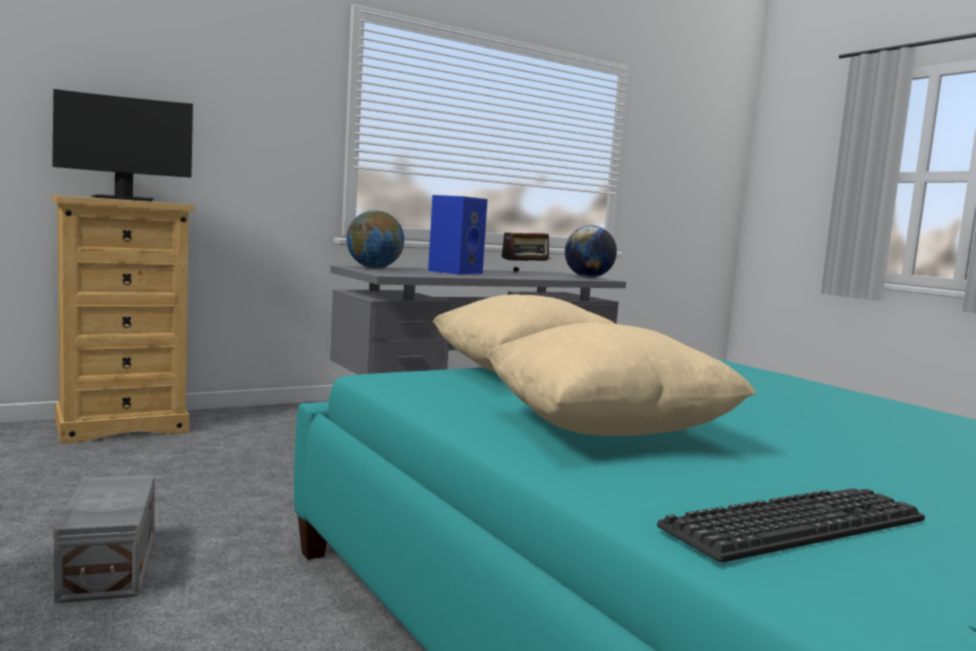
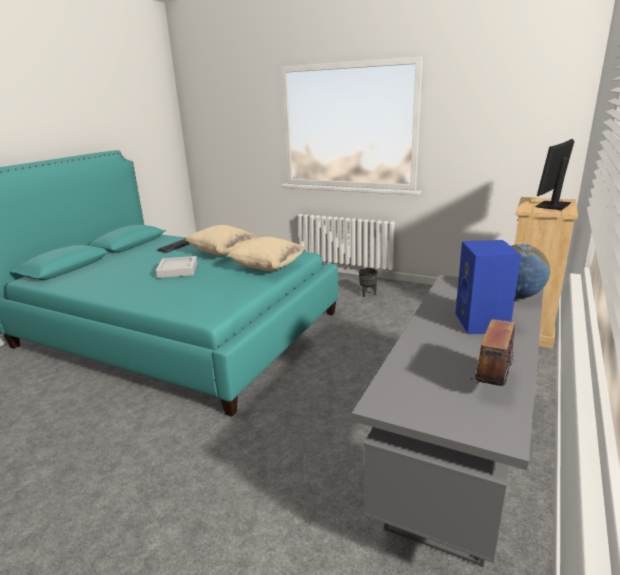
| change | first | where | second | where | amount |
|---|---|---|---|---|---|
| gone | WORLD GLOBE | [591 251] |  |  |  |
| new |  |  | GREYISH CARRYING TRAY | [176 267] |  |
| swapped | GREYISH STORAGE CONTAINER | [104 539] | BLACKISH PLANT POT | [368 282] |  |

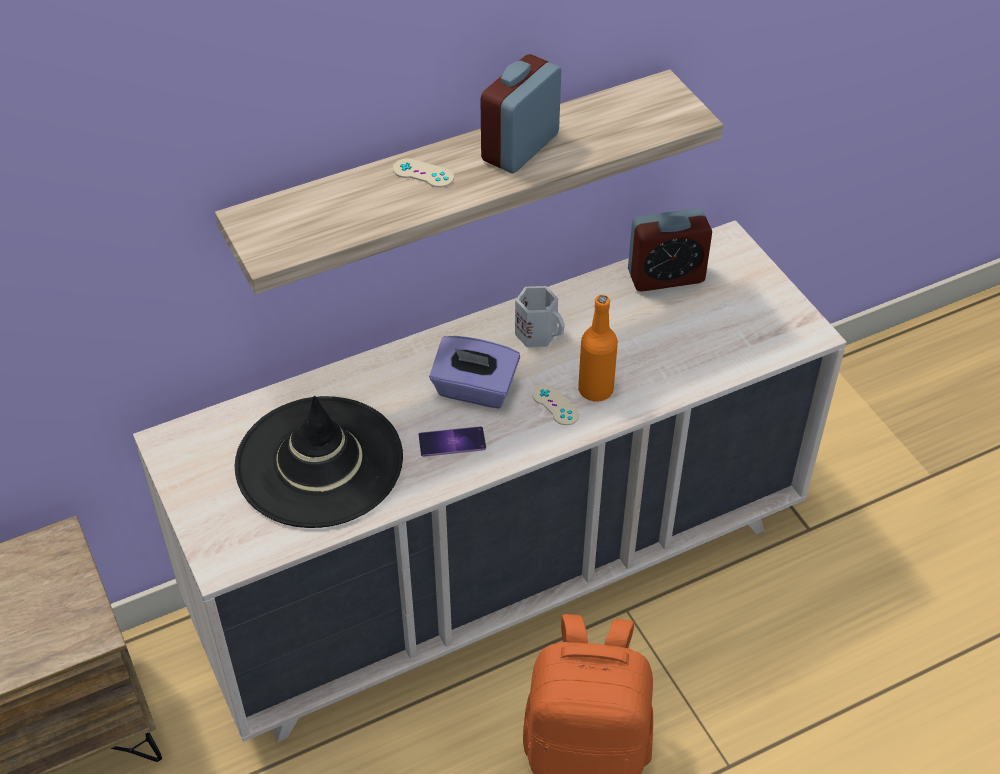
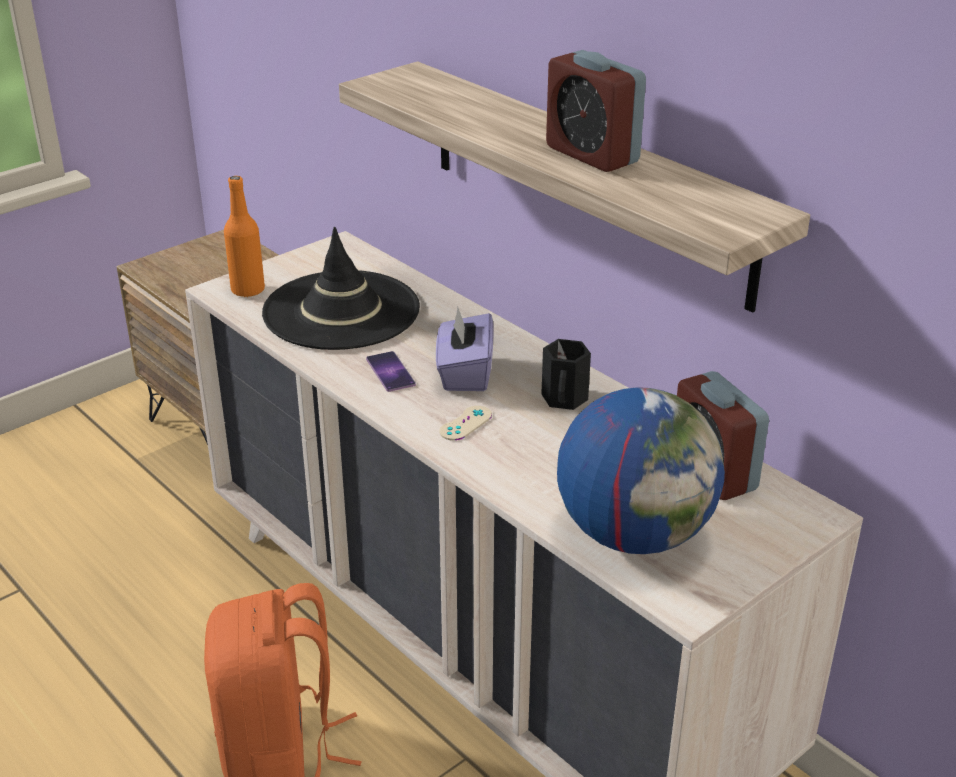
| change | first | where | second | where | amount |
|---|---|---|---|---|---|
| gone | BEIGE-COLOURED GAME CONTROLLER | [423 173] |  |  |  |
| new |  |  | WORLD GLOBE | [641 470] |  |
| shifted | ORANGE BOTTLE | [598 348] |  | [244 237] |  |
| repainted | WHITISH COFFEE MUG | [540 316] | BLACKISH COFFEE MUG | [566 374] |  |
| rotated | TABLE CLOCK | [520 113] |  | [596 111] | 150 degrees counterclockwise |

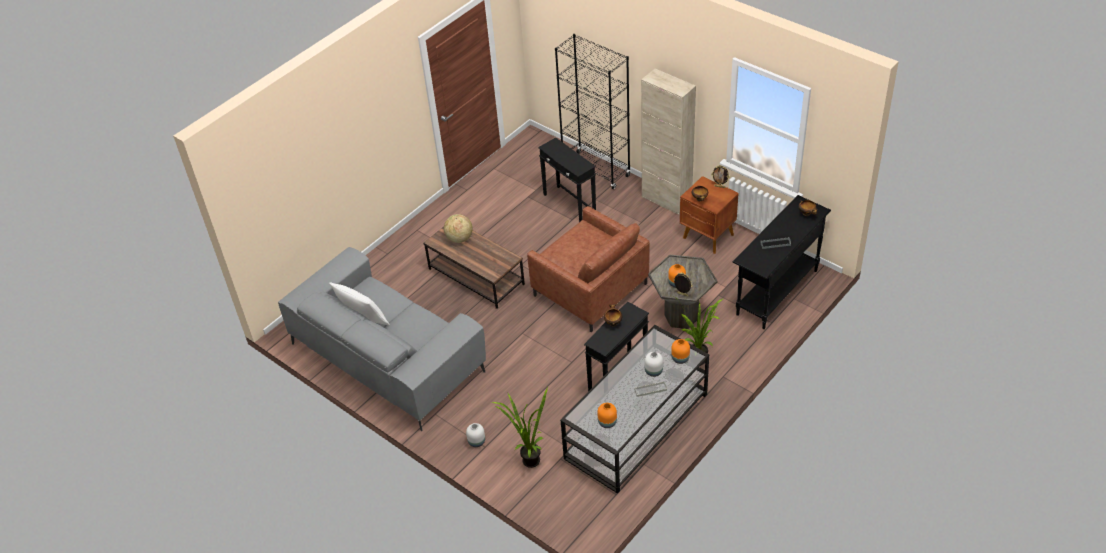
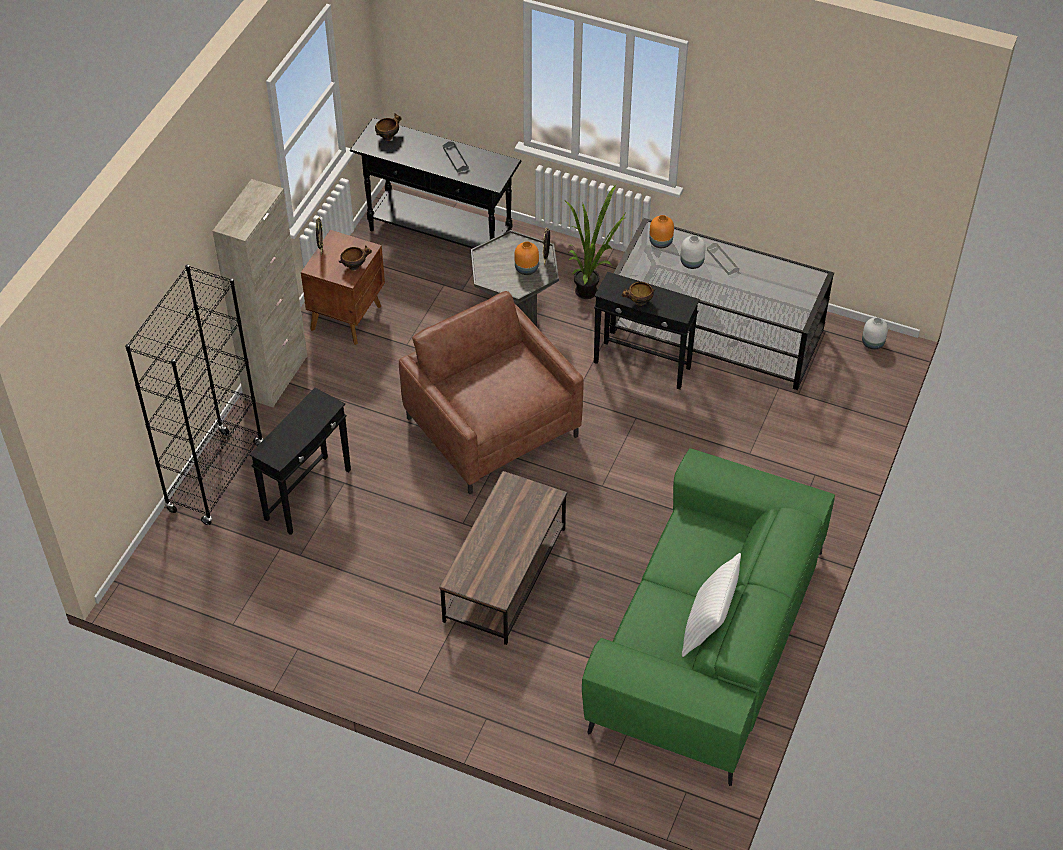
| change | first | where | second | where | amount |
|---|---|---|---|---|---|
| gone | WORLD GLOBE | [458 228] |  |  |  |
| gone | POTTED PLANT | [519 427] |  |  |  |
| gone | ORANGE DECORATIVE VASE | [607 415] |  |  |  |
| shifted | WHITISH DECORATIVE VASE | [475 435] |  | [875 333] |  |
| repainted | GREYISH COUCH | [382 339] | GREEN COUCH | [708 617] |  |
| rotated | BROWNISH ARMCHAIR | [588 269] |  | [491 392] | 60 degrees counterclockwise |

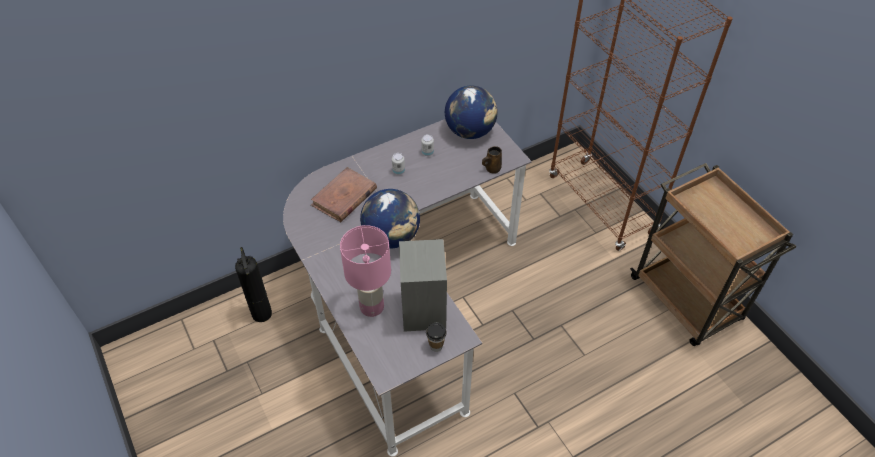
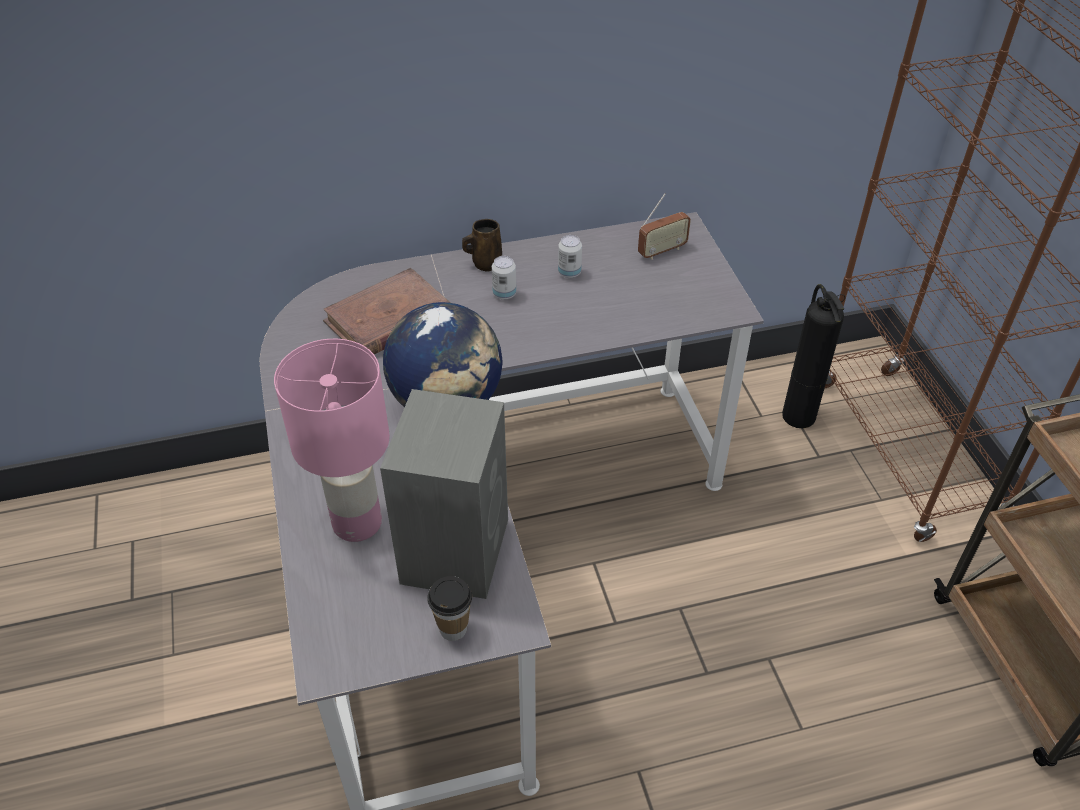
| change | first | where | second | where | amount |
|---|---|---|---|---|---|
| shifted | FIRE-FIGHTING CYLINDER | [253 284] |  | [813 356] |  |
| shifted | BROWNISH COFFEE MUG | [492 160] |  | [482 245] |  |
| swapped | WORLD GLOBE | [471 112] | RADIO RECEIVER | [664 226] |  |

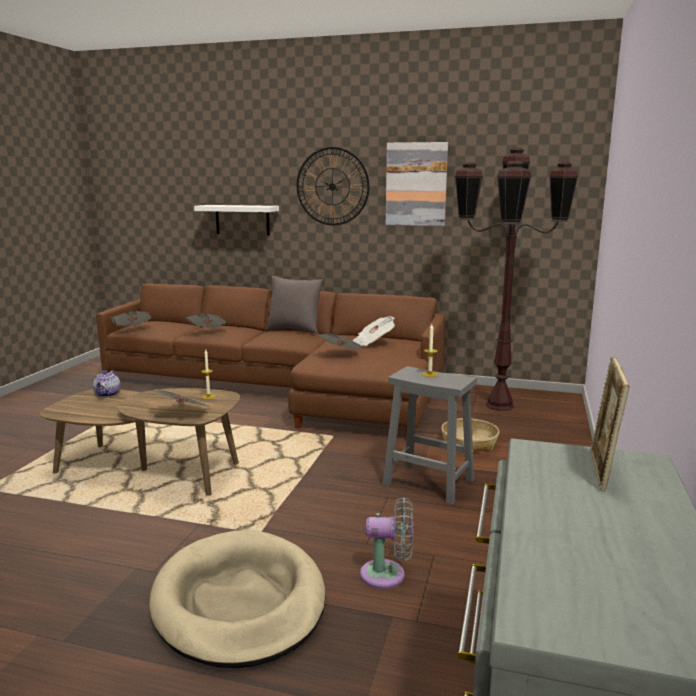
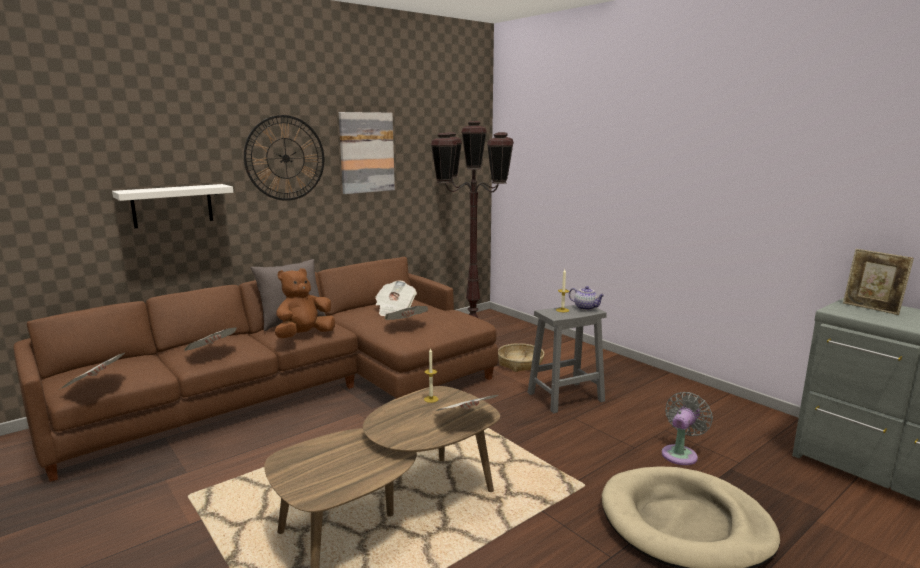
| change | first | where | second | where | amount |
|---|---|---|---|---|---|
| new |  |  | BROWNISH CUDDLY TOY | [305 303] |  |
| shifted | POT FOR TEA | [106 383] |  | [587 298] |  |

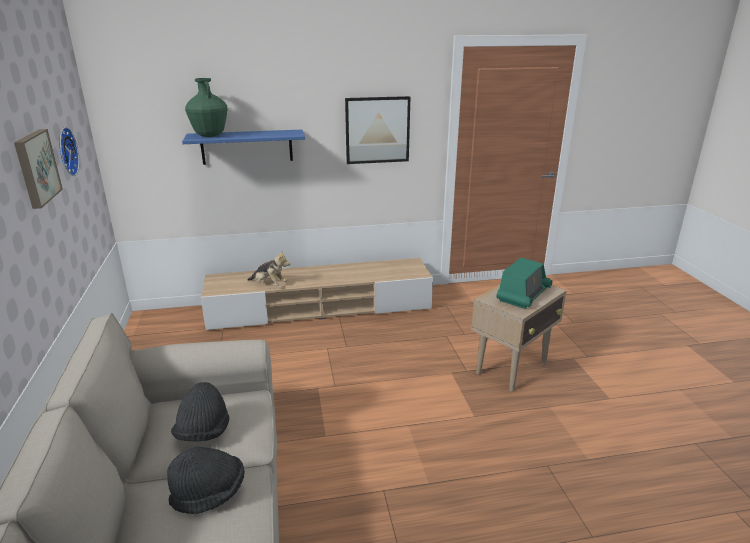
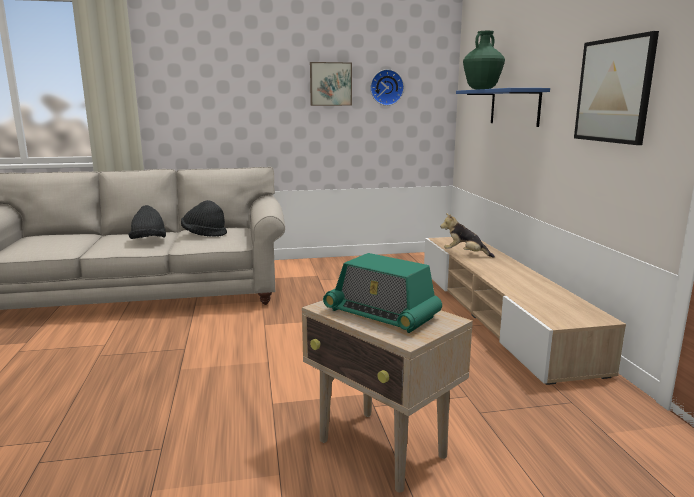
| change | first | where | second | where | amount |
|---|---|---|---|---|---|
| rotated | CUDDLY TOY | [269 268] |  | [467 235] | 90 degrees clockwise |

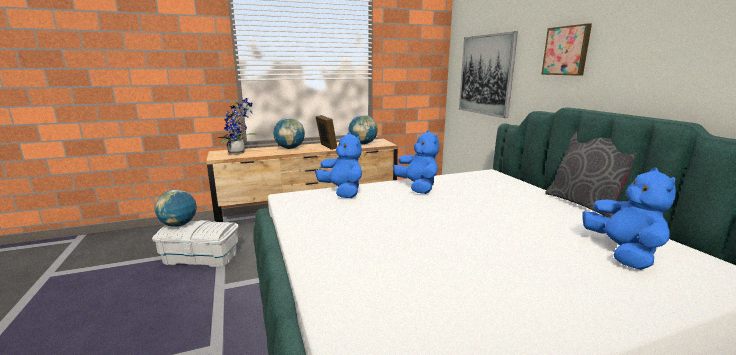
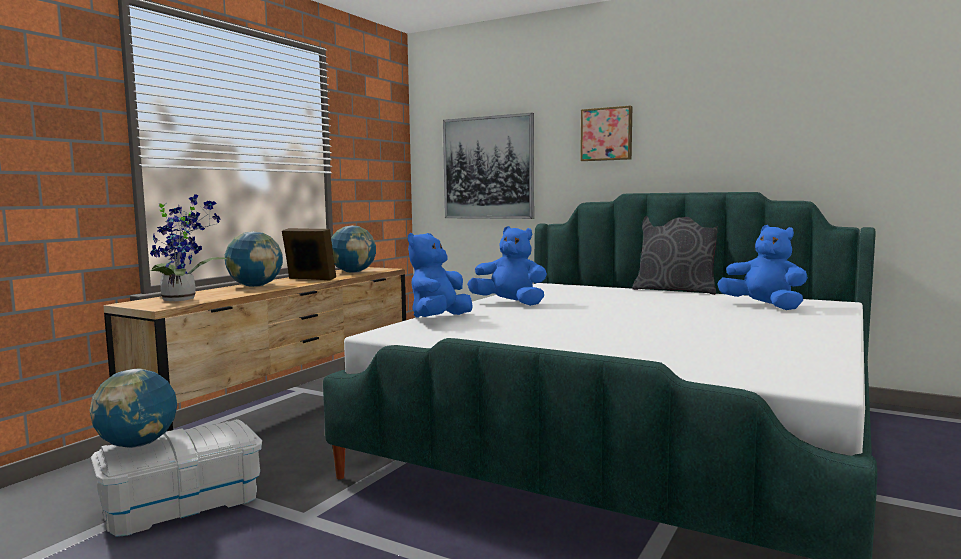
| change | first | where | second | where | amount |
|---|---|---|---|---|---|
| rotated | BLUE-COLOURED CUDDLY TOY | [338 165] |  | [440 275] | 75 degrees counterclockwise |

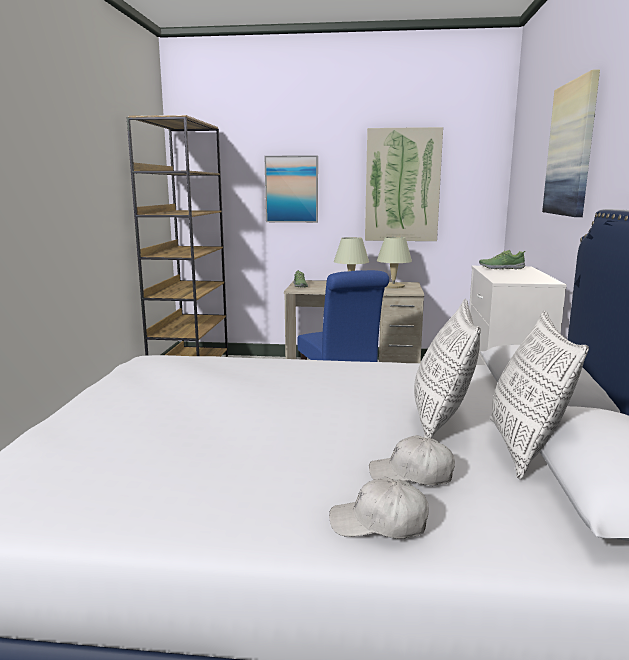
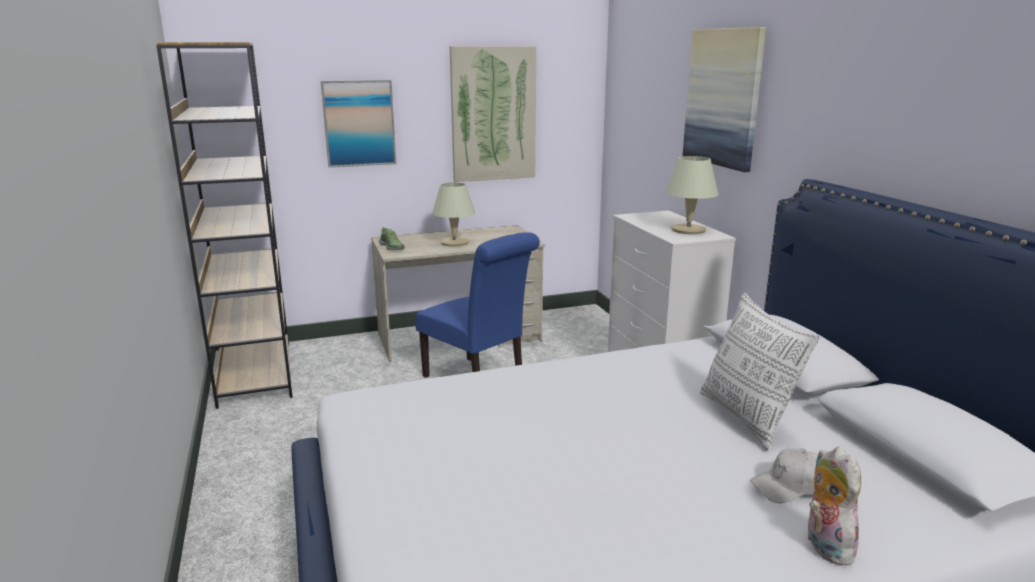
| change | first | where | second | where | amount |
|---|---|---|---|---|---|
| gone | LOW SHOE | [502 259] |  |  |  |
| gone | THROW PILLOW | [539 395] |  |  |  |
| shifted | BEIGE-COLOURED TABLE LAMP | [394 262] |  | [692 195] |  |
| swapped | WHITISH BASEBALL CAP | [379 508] | CUDDLY TOY | [833 506] |  |

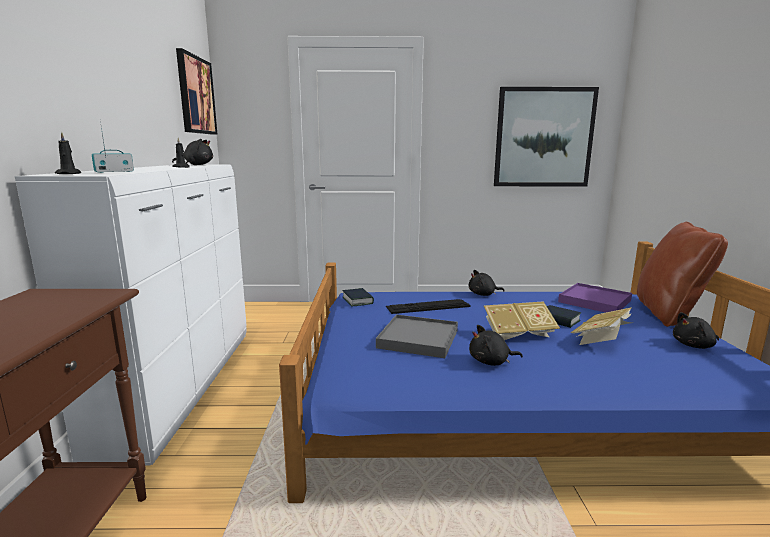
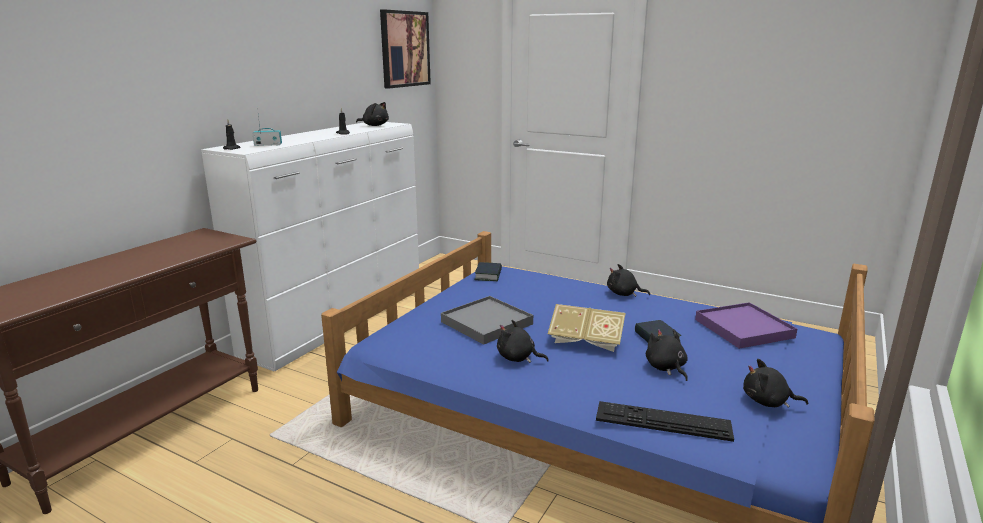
| change | first | where | second | where | amount |
|---|---|---|---|---|---|
| gone | WALL ART | [546 137] |  |  |  |
| gone | BROWNISH THROW PILLOW | [682 274] |  |  |  |
| shifted | COMPUTER KEYBOARD | [428 306] |  | [665 421] |  |
| swapped | BOOK | [601 326] | BLACKISH CUDDLY TOY | [667 355] |  |

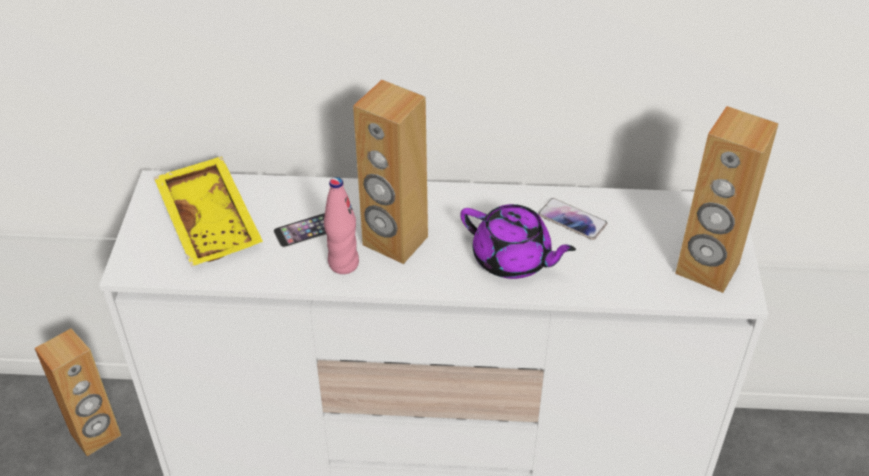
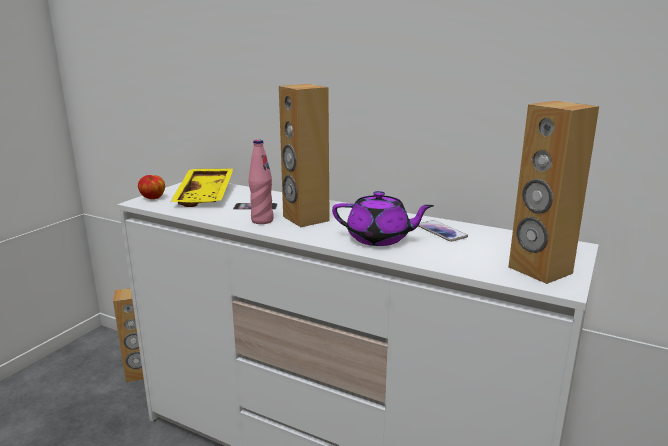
| change | first | where | second | where | amount |
|---|---|---|---|---|---|
| new |  |  | APPLE | [151 187] |  |
| rotated | PURPLE-COLOURED POT FOR TEA | [518 241] |  | [383 218] | 45 degrees counterclockwise |

